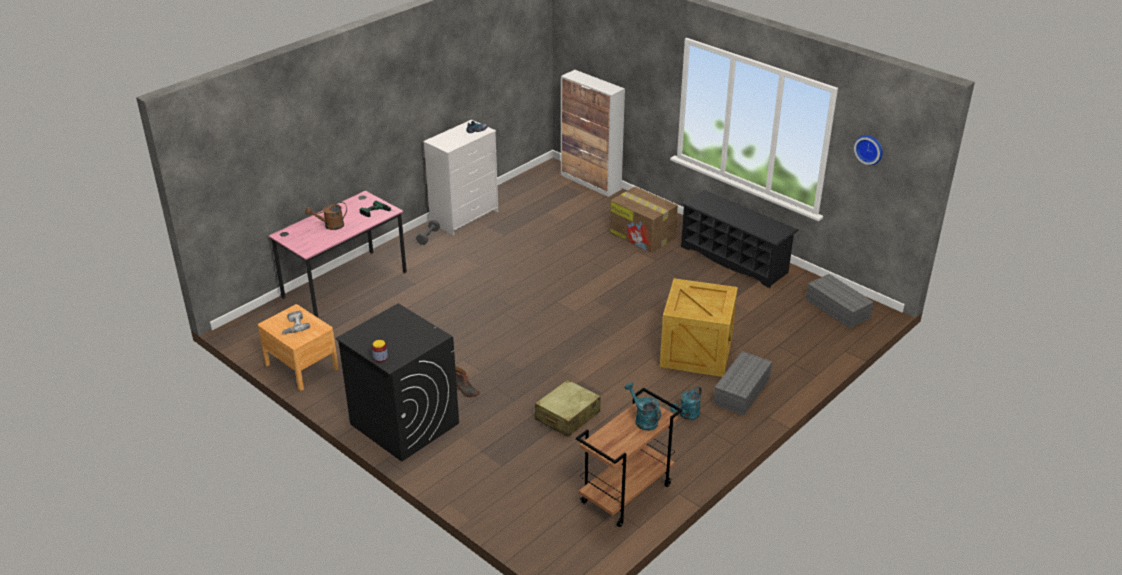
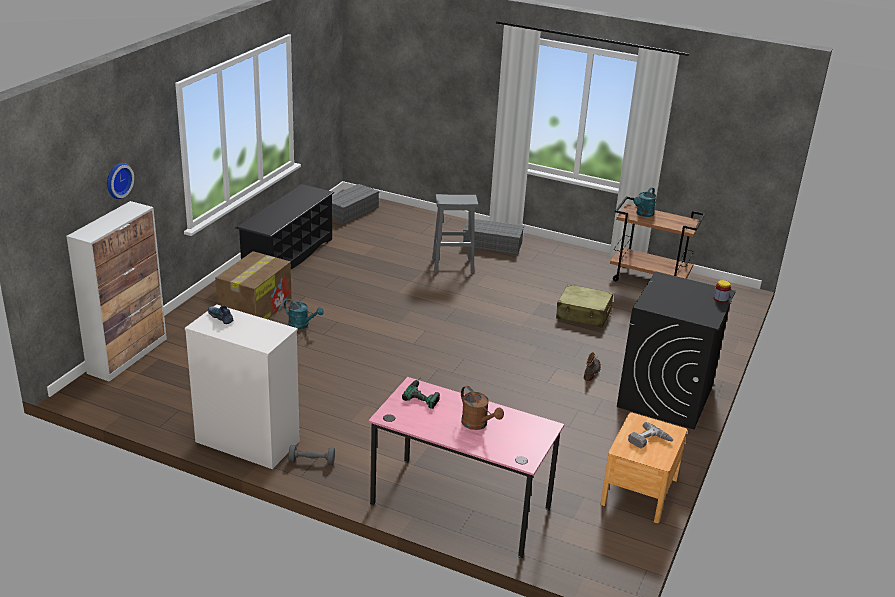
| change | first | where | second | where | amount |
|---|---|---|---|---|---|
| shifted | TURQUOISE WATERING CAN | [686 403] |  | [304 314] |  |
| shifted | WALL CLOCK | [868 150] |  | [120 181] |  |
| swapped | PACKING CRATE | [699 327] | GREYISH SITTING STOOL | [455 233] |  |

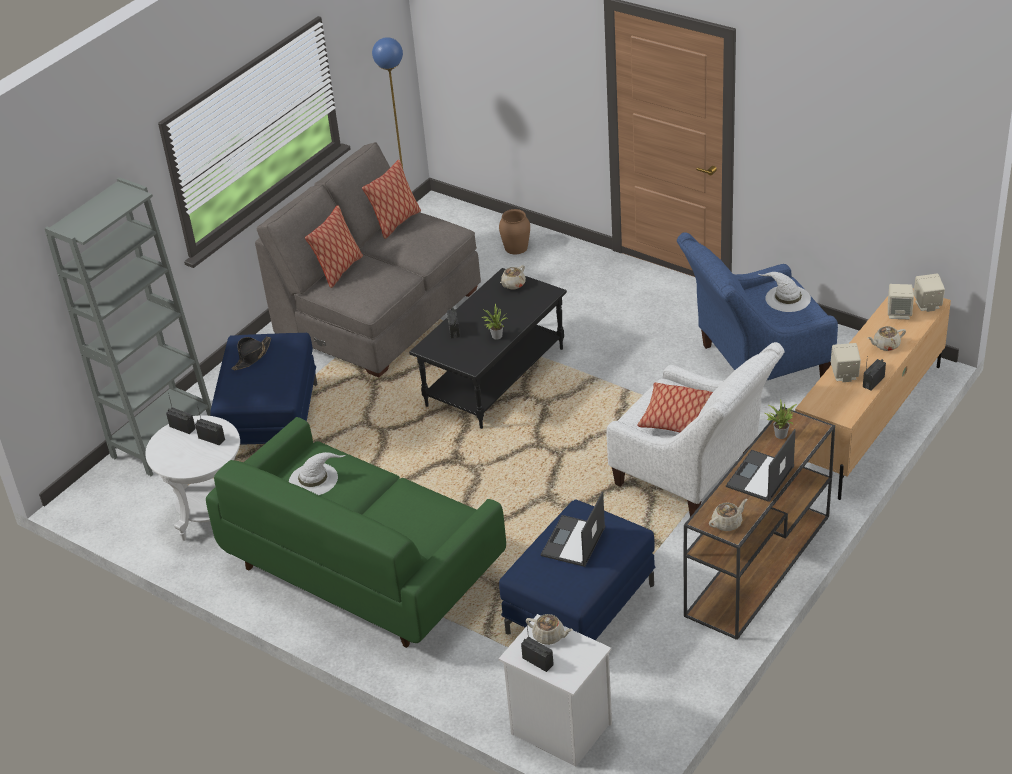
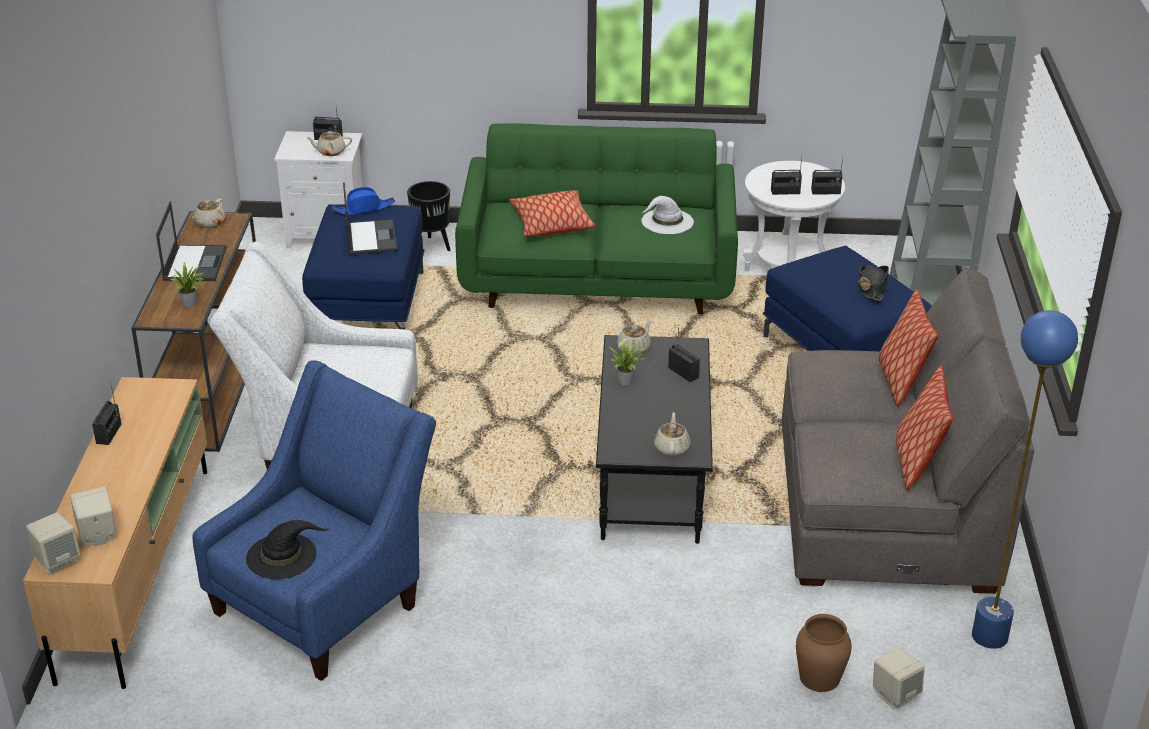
| change | first | where | second | where | amount |
|---|---|---|---|---|---|
| new |  |  | BLUE-COLOURED CLOTHING HAT | [363 201] |  |
| new |  |  | BLACKISH PLANT POT | [428 216] |  |
| shifted | THROW PILLOW | [675 407] |  | [552 213] |  |
| shifted | BEIGE-COLOURED AUDIO SPEAKER | [846 362] |  | [899 678] |  |
| shifted | BEIGE-COLOURED POT FOR TEA | [887 338] |  | [634 337] |  |
| repainted | WHITISH CLOTHING HAT | [785 292] | BLACKISH CLOTHING HAT | [287 549] |  |

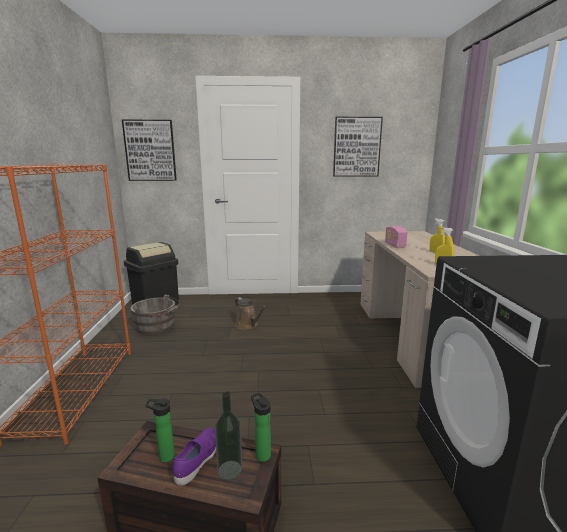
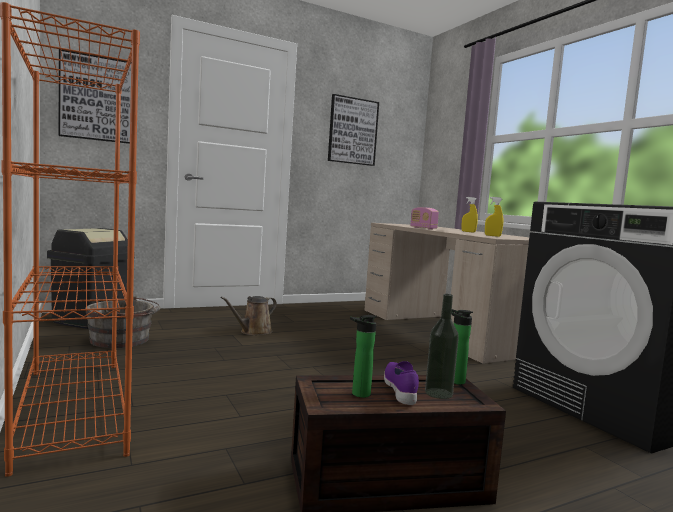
| change | first | where | second | where | amount |
|---|---|---|---|---|---|
| rotated | BROWNISH WATERING CAN | [250 313] |  | [249 315] | 105 degrees clockwise |

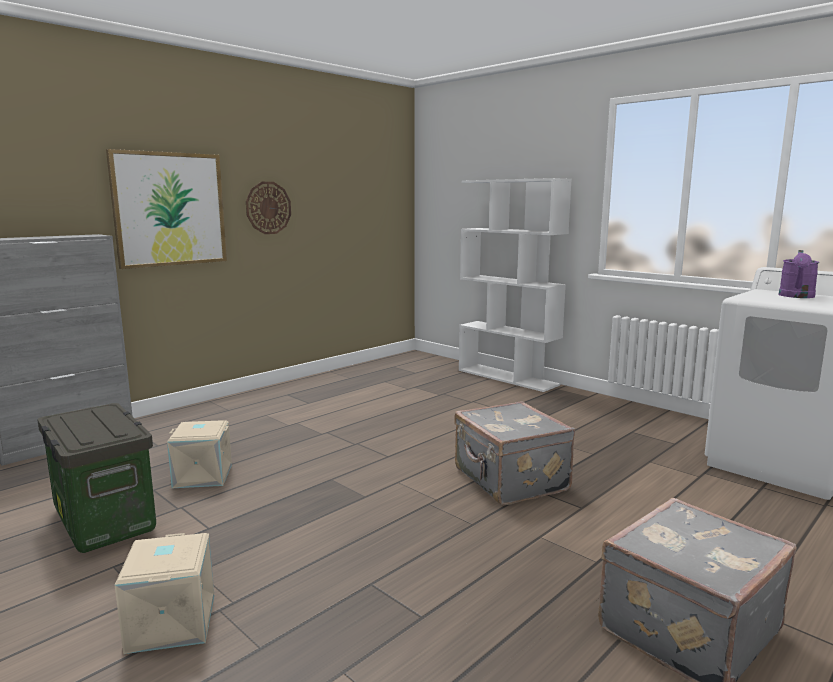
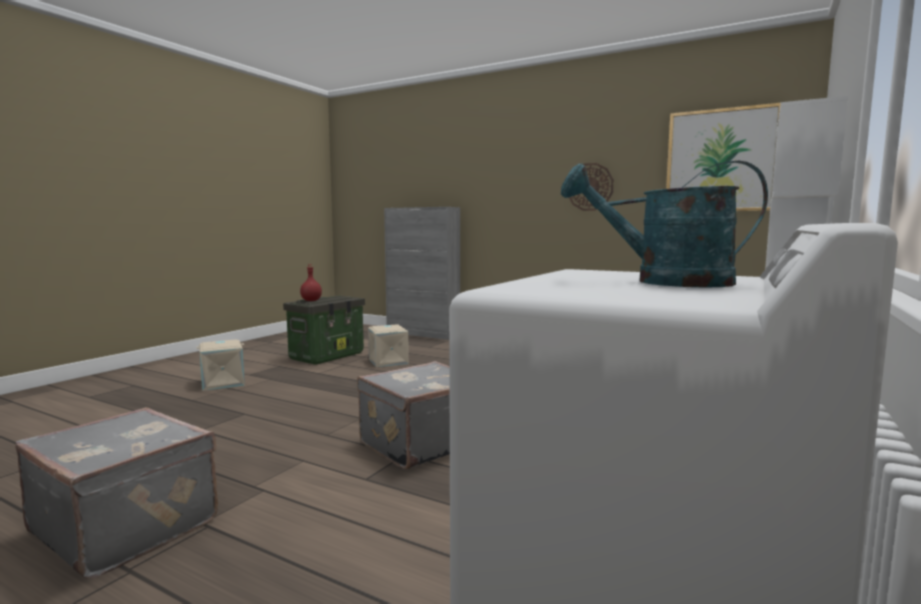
| change | first | where | second | where | amount |
|---|---|---|---|---|---|
| new |  |  | RED-COLOURED BOTTLE | [311 282] |  |
| shifted | WALL ART | [166 209] |  | [723 157] |  |
| repainted | PURPLE-COLOURED WATERING CAN | [799 274] | TURQUOISE WATERING CAN | [664 224] |  |

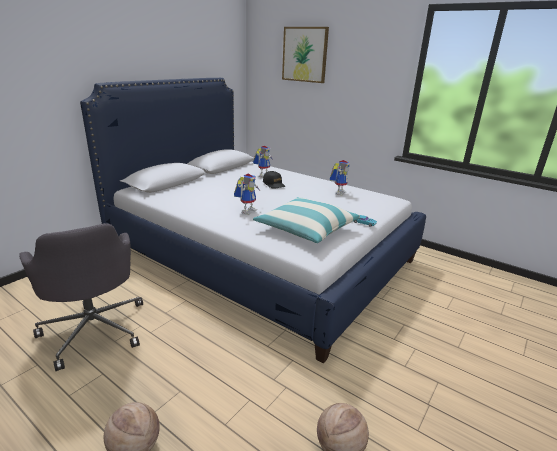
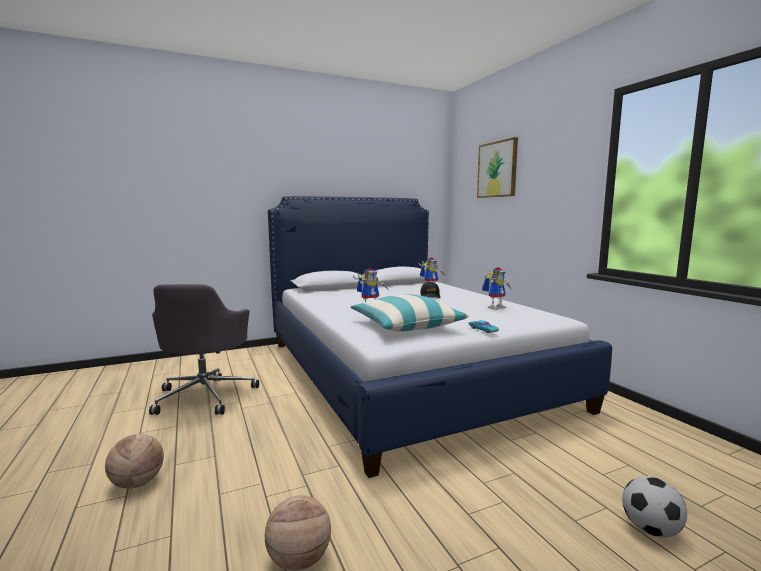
| change | first | where | second | where | amount |
|---|---|---|---|---|---|
| new |  |  | BALL FOR FOOTBALL | [654 506] |  |

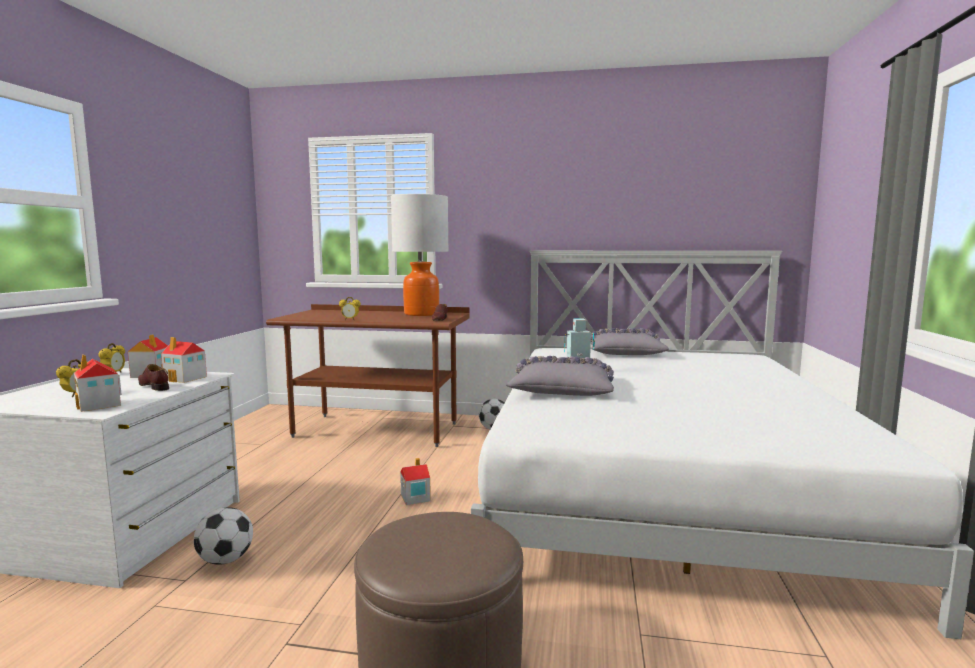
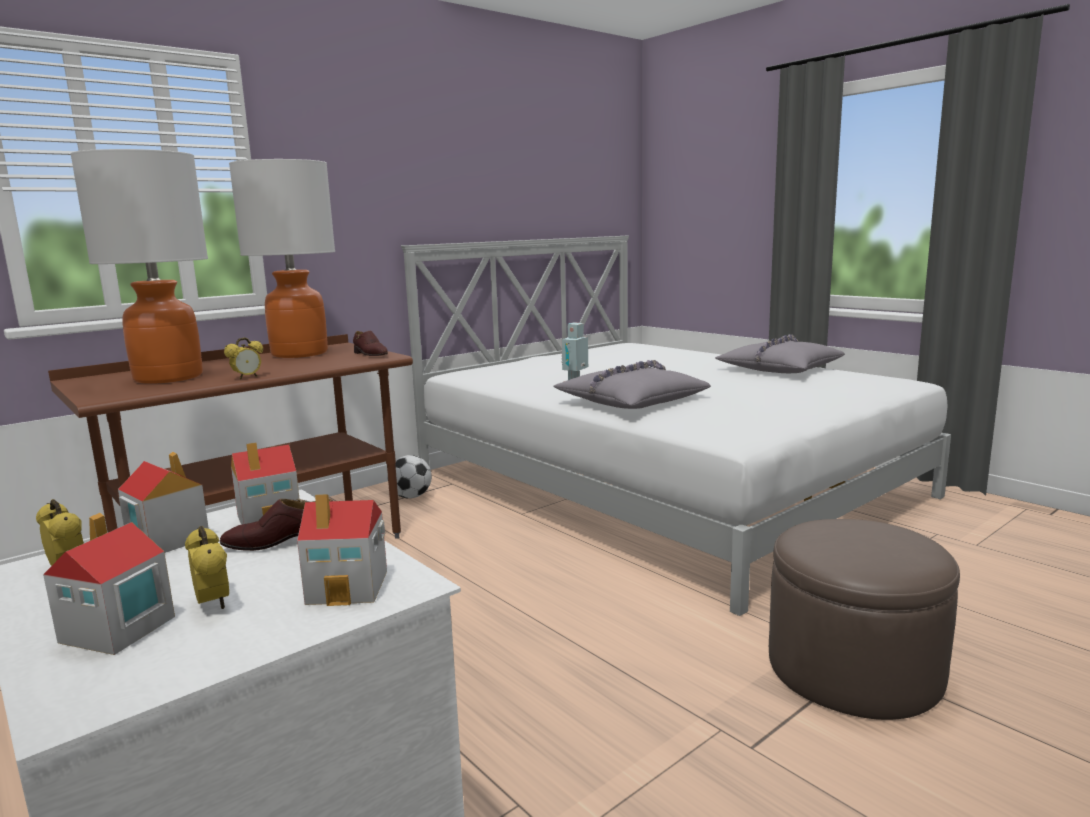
| change | first | where | second | where | amount |
|---|---|---|---|---|---|
| gone | BALL FOR FOOTBALL | [223 536] |  |  |  |
| new |  |  | TABLE LAMP | [139 266] |  |
| shifted | MINIATURE HOUSE | [415 481] |  | [109 584] |  |
| shifted | GREYISH THROW PILLOW | [630 341] |  | [780 353] |  |

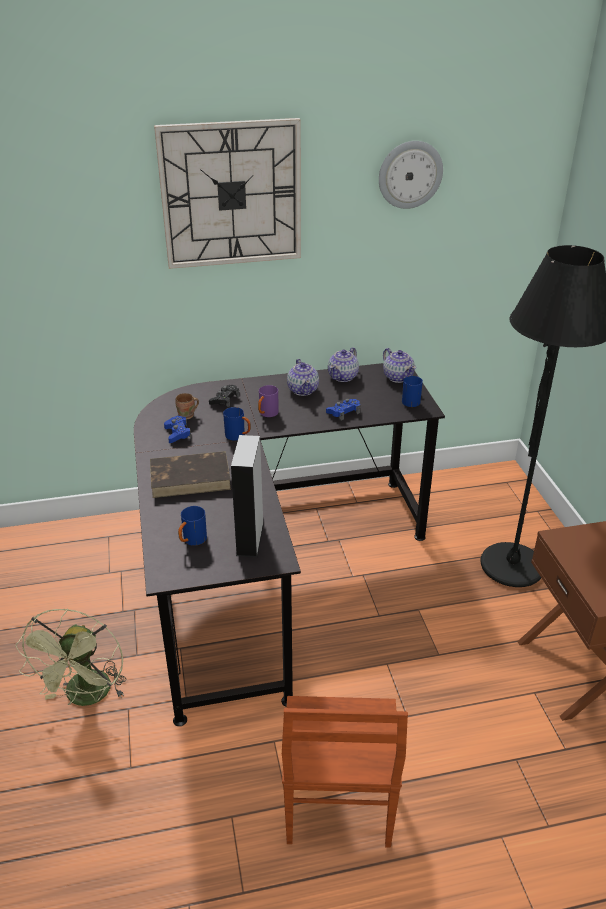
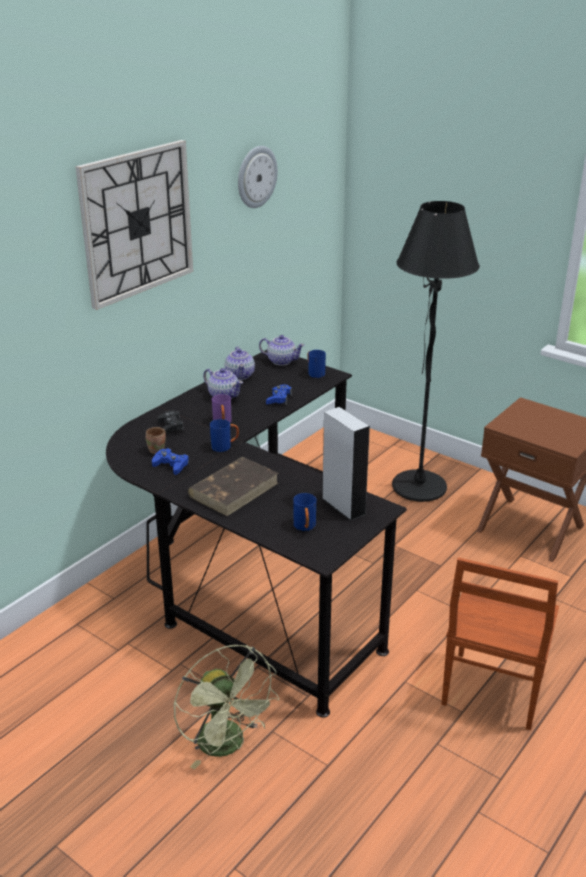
| change | first | where | second | where | amount |
|---|---|---|---|---|---|
| rotated | BROWNISH UPRIGHT CHAIR | [345 772] |  | [500 644] | 60 degrees clockwise |

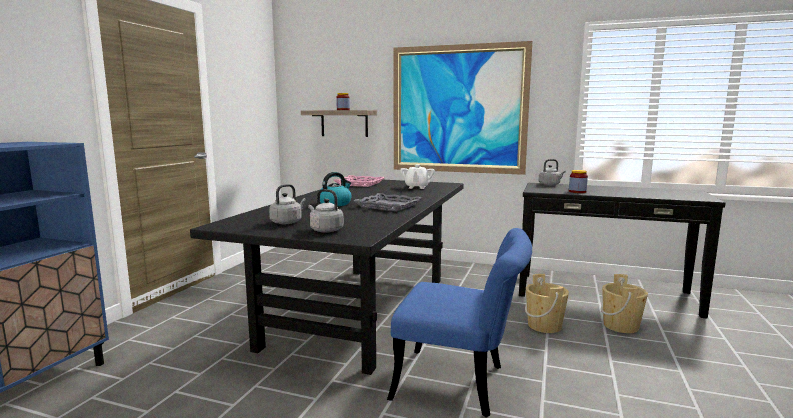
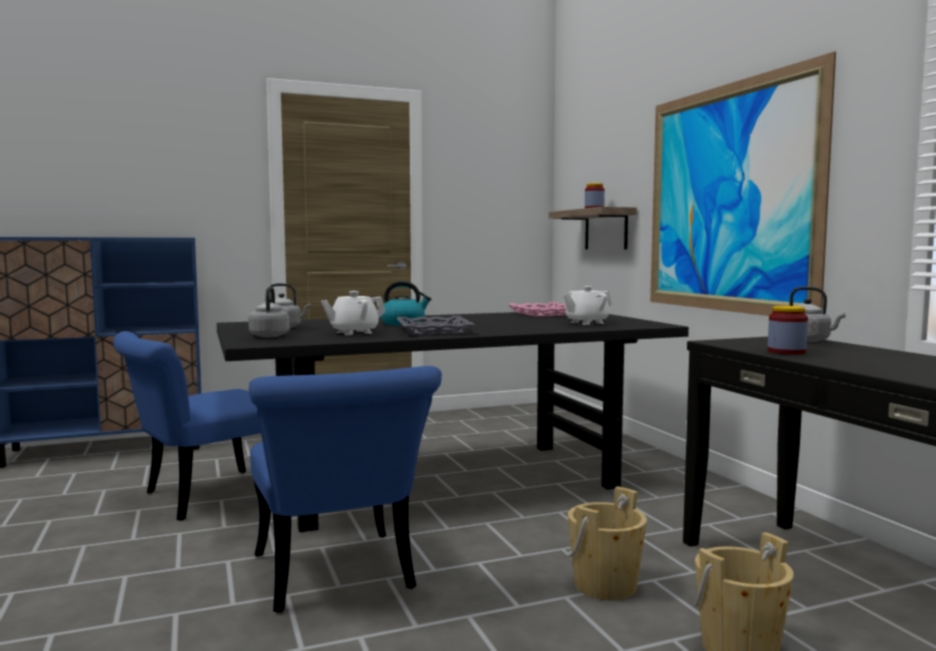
| change | first | where | second | where | amount |
|---|---|---|---|---|---|
| new |  |  | BLUE-COLOURED UPRIGHT CHAIR | [187 426] |  |
| new |  |  | WHITISH POT FOR TEA | [353 313] |  |

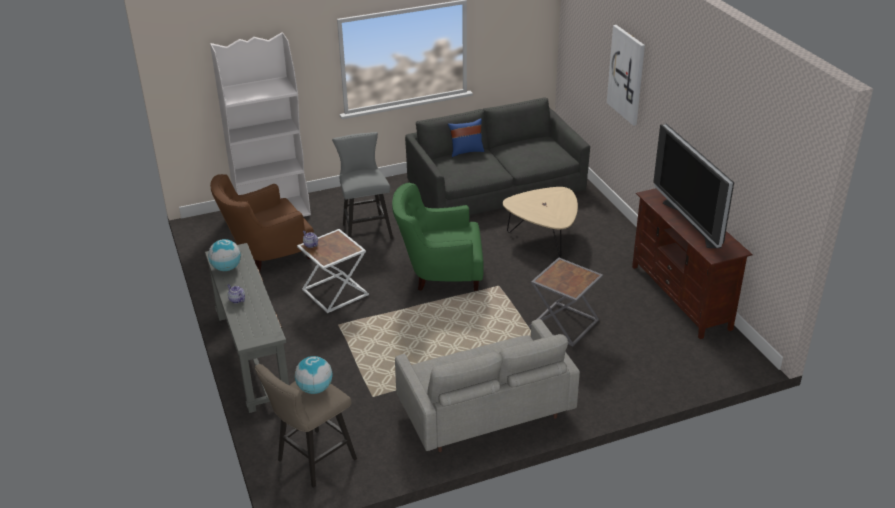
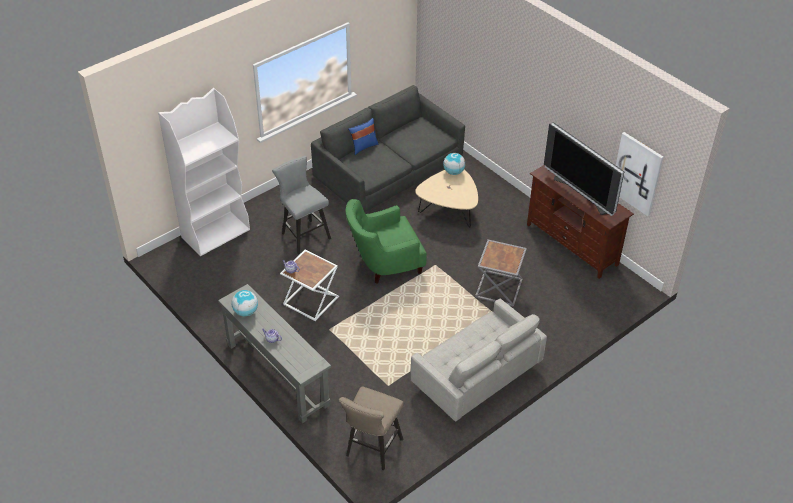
| change | first | where | second | where | amount |
|---|---|---|---|---|---|
| gone | BROWNISH ARMCHAIR | [262 222] |  |  |  |
| shifted | WORLD GLOBE | [313 375] |  | [454 164] |  |
| shifted | WALL ART | [626 75] |  | [639 174] |  |

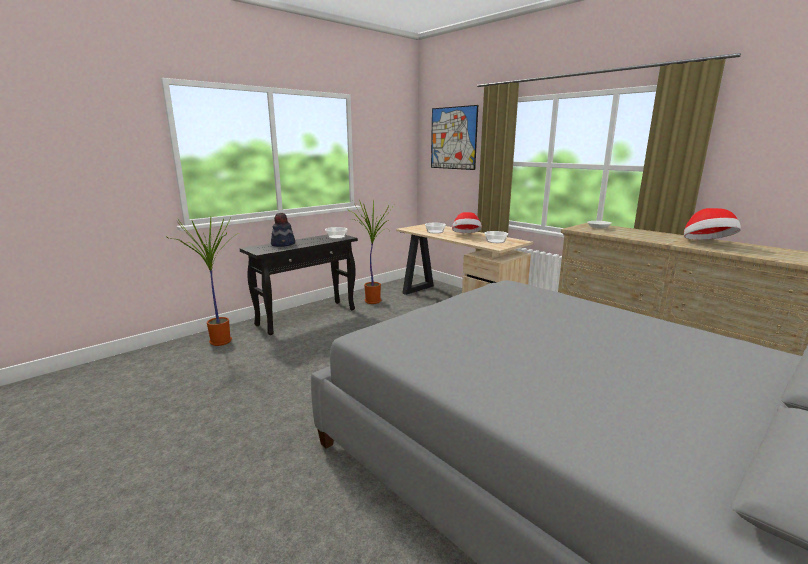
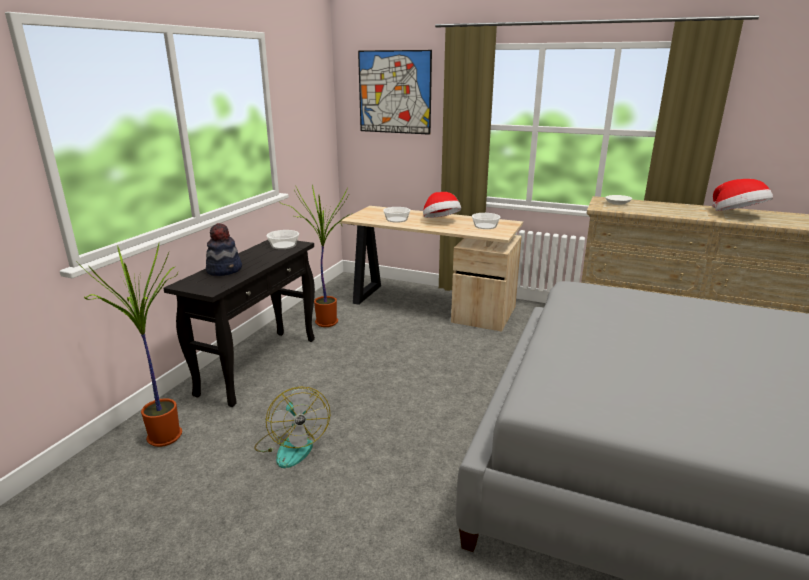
| change | first | where | second | where | amount |
|---|---|---|---|---|---|
| new |  |  | ELECTRIC FAN | [292 427] |  |

